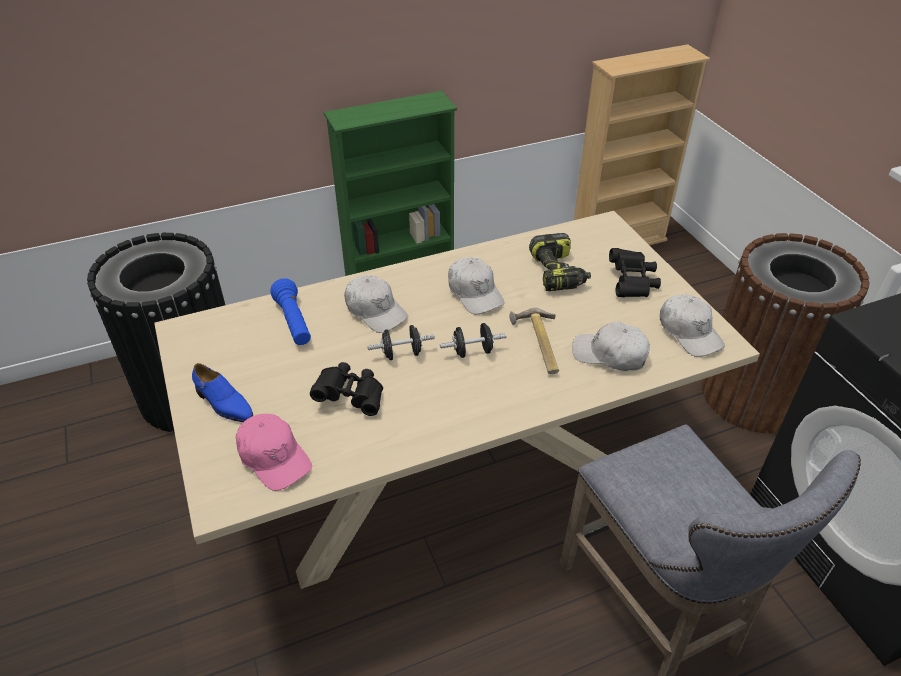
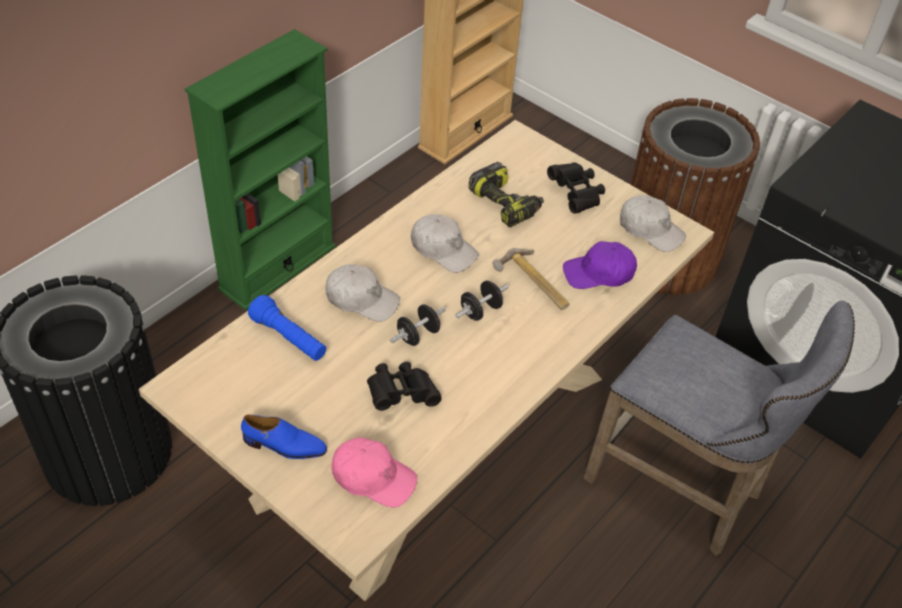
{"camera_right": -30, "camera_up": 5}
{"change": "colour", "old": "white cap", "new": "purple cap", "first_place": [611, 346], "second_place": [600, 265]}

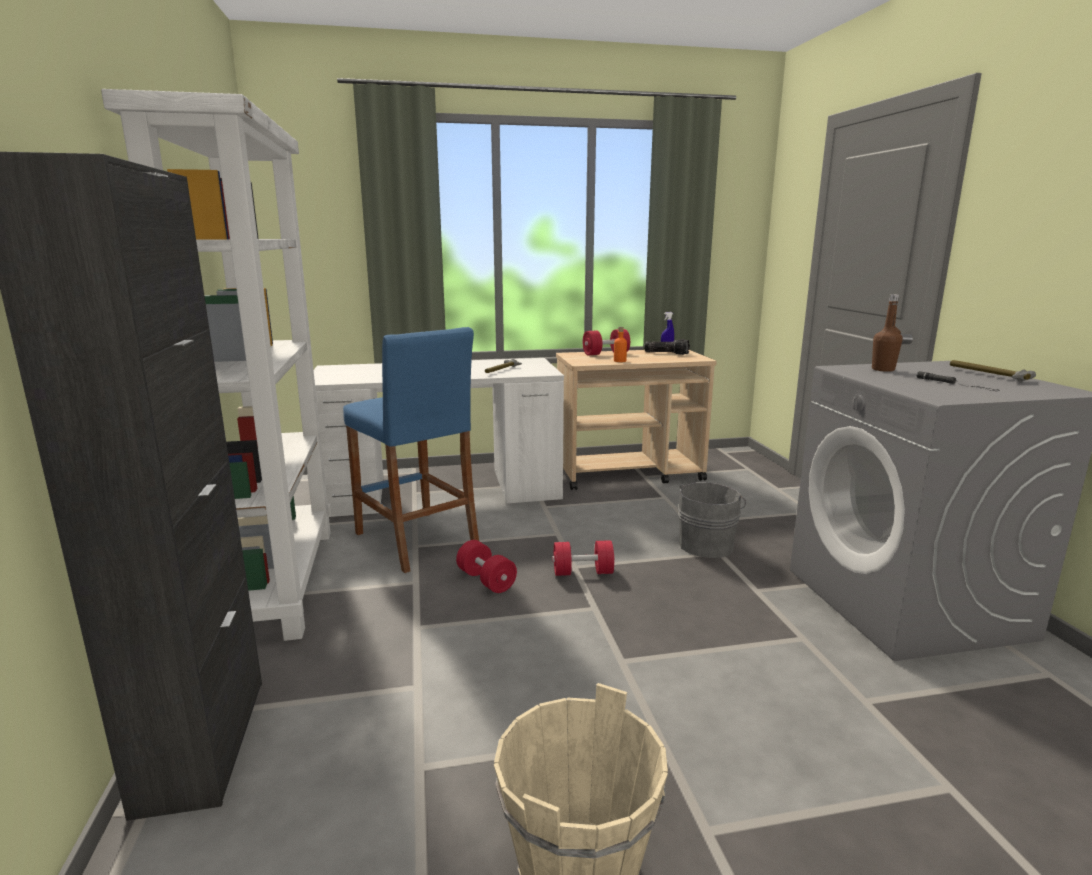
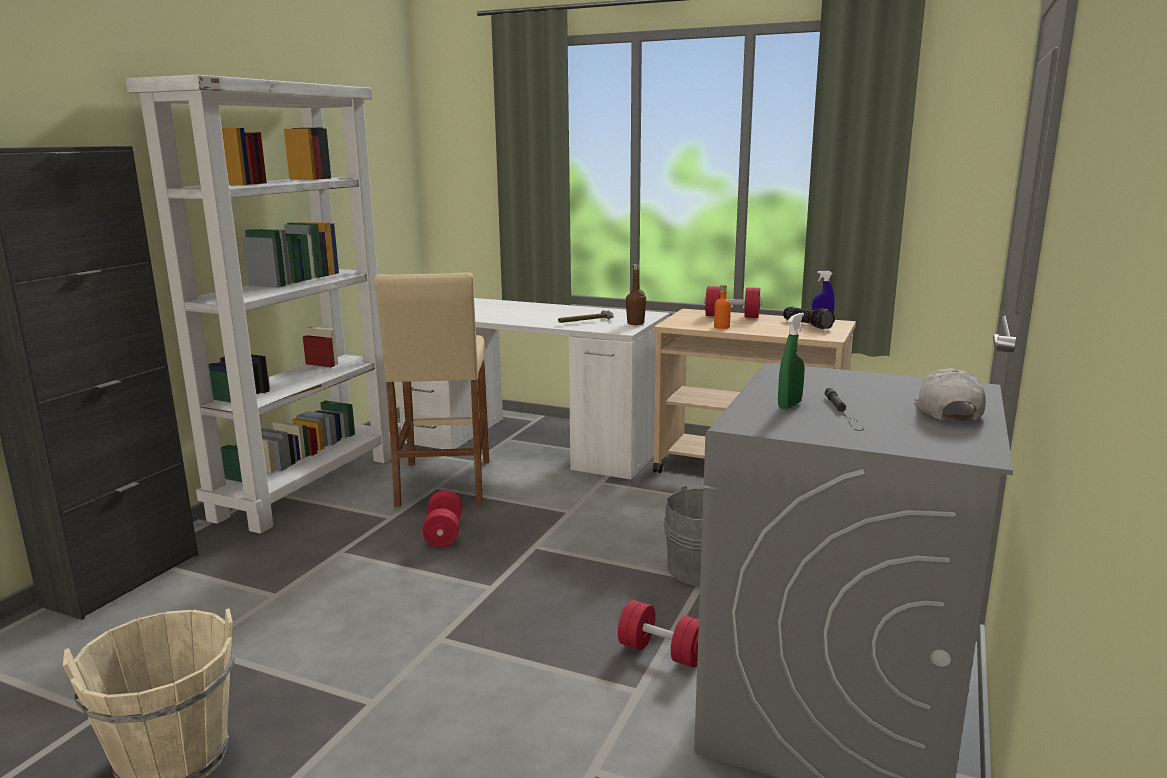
{"camera_right": 35, "camera_up": 0}
{"change": "relocated", "old": "brown-coloured beverage bottle", "first_place": [887, 333], "second_place": [636, 294]}
{"change": "colour", "old": "blue-coloured sitting stool", "new": "beige sitting stool", "first_place": [411, 450], "second_place": [431, 390]}
{"change": "exchanged", "old": "hammer", "new": "white cap", "first_place": [993, 371], "second_place": [950, 394]}
{"change": "relocated", "old": "red-coloured hand weight", "first_place": [583, 558], "second_place": [658, 634]}
{"change": "appeared", "new": "green-coloured spray bottle", "second_place": [791, 361]}

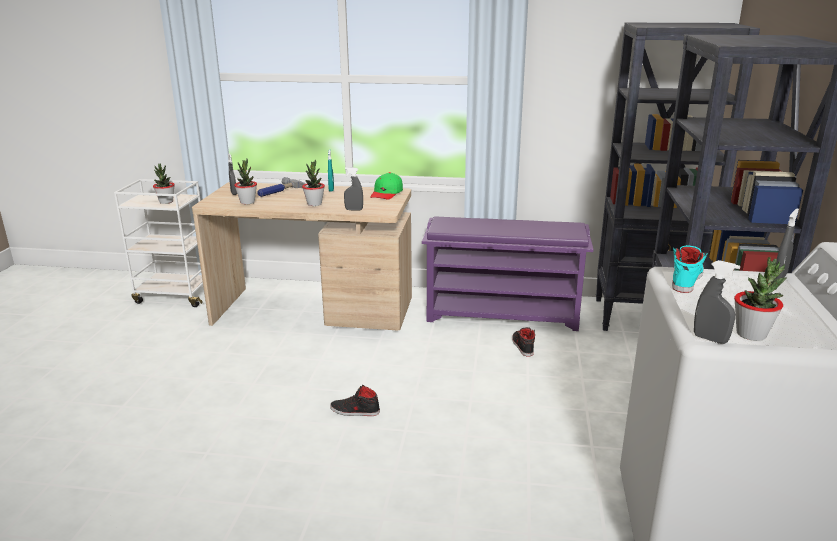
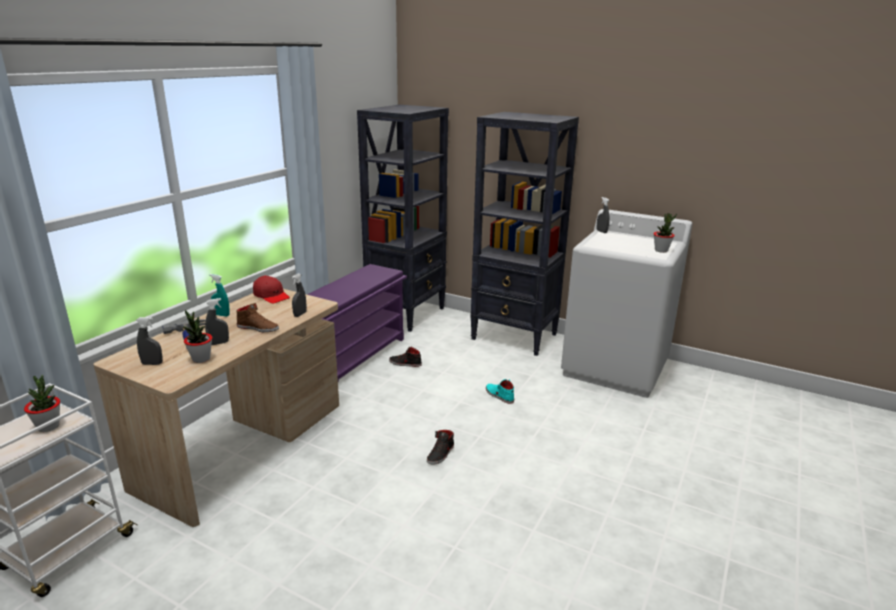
{"camera_right": -70, "camera_up": 0}
{"change": "exchanged", "old": "potted plant", "new": "brown-coloured item of footwear", "first_place": [313, 182], "second_place": [258, 317]}
{"change": "colour", "old": "green-coloured cap", "new": "red-coloured cap", "first_place": [386, 186], "second_place": [271, 290]}
{"change": "relocated", "old": "blue-green item of footwear", "first_place": [690, 269], "second_place": [500, 391]}
{"change": "relocated", "old": "gray spray bottle", "first_place": [717, 302], "second_place": [217, 321]}

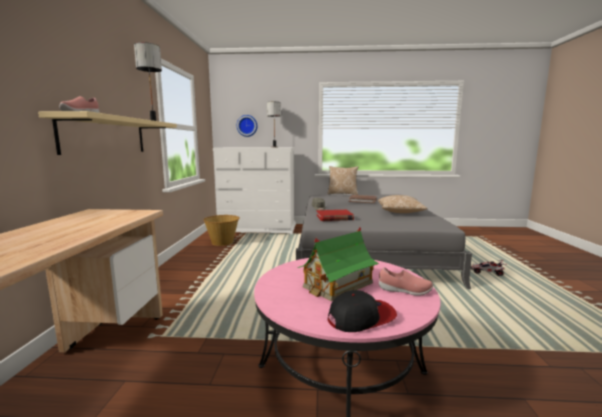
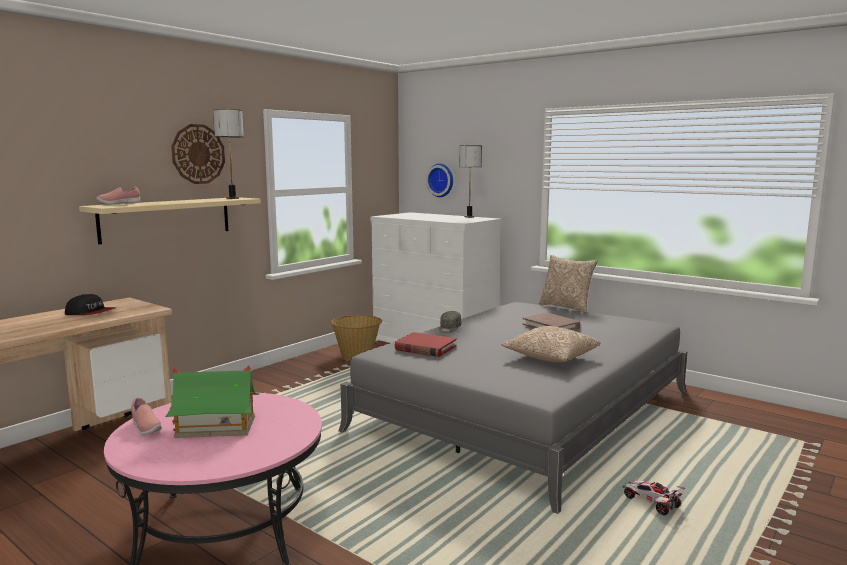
{"camera_right": 35, "camera_up": 0}
{"change": "relocated", "old": "pink item of footwear", "first_place": [406, 281], "second_place": [146, 416]}
{"change": "relocated", "old": "cap", "first_place": [362, 311], "second_place": [90, 304]}
{"change": "appeared", "new": "clock on the wall", "second_place": [198, 154]}

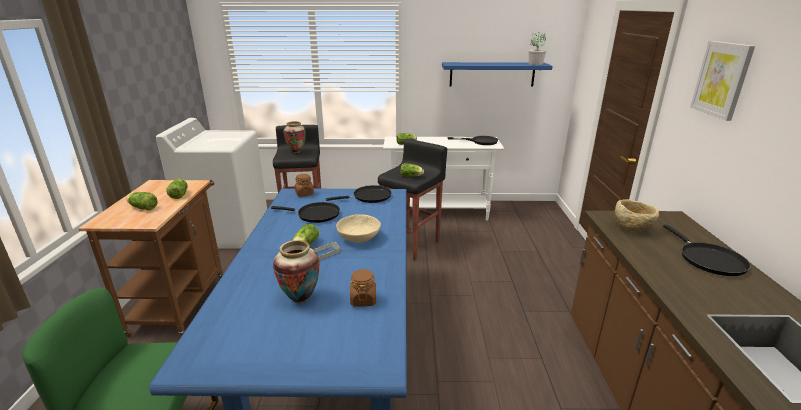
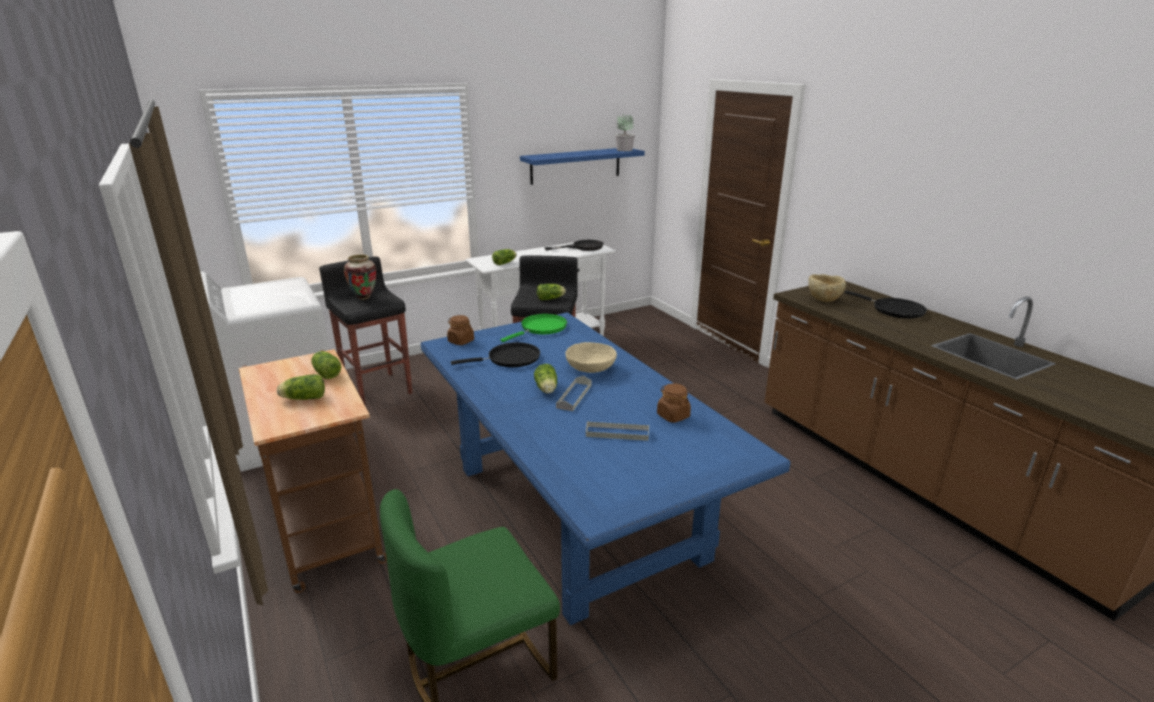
{"camera_right": -30, "camera_up": 0}
{"change": "missing", "old": "wall picture", "first_place": [722, 81]}
{"change": "colour", "old": "black-coloured skillet", "new": "green-coloured skillet", "first_place": [359, 194], "second_place": [534, 328]}
{"change": "exchanged", "old": "vase", "new": "gray tray", "first_place": [296, 272], "second_place": [617, 431]}

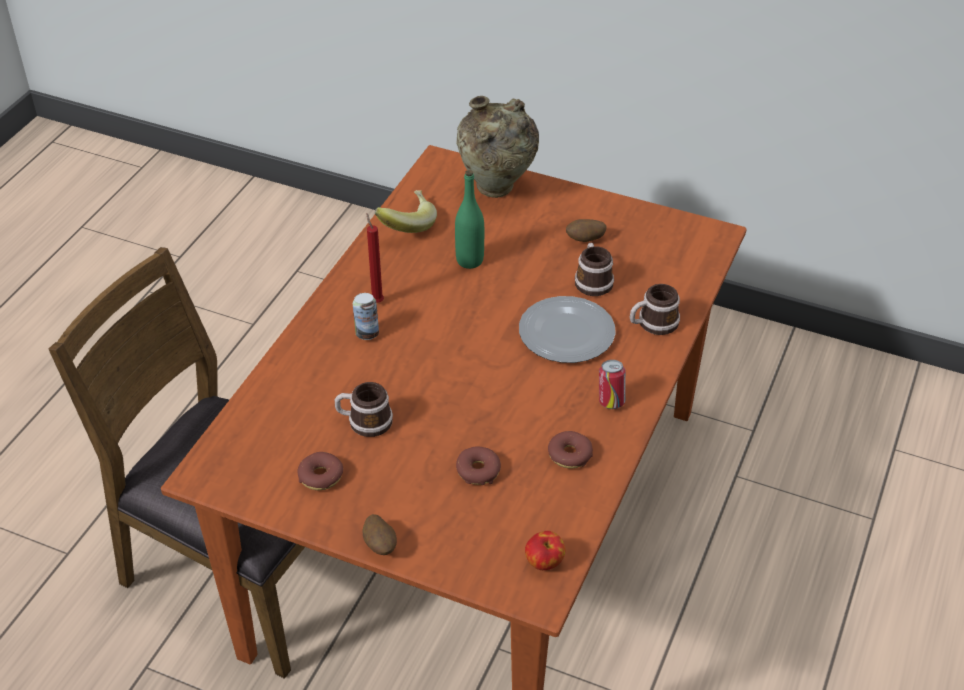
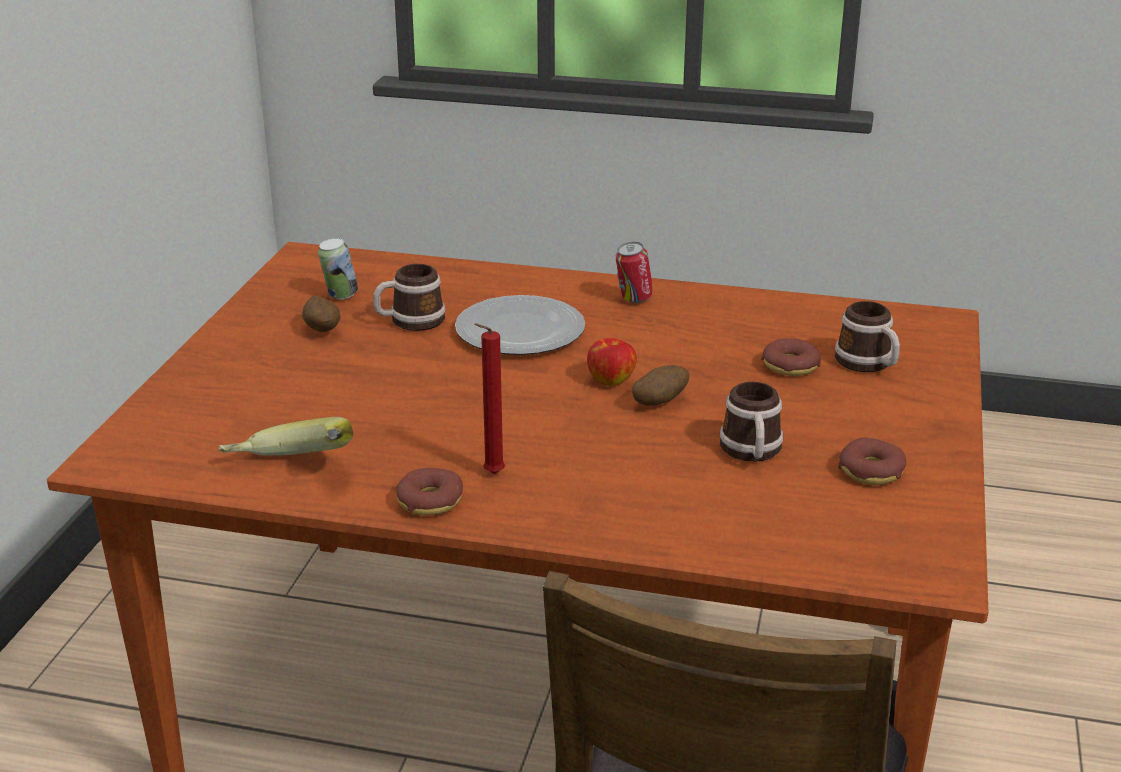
{"camera_right": -100, "camera_up": -15}
{"change": "missing", "old": "beige vase", "first_place": [497, 147]}
{"change": "missing", "old": "green-coloured beverage bottle", "first_place": [469, 219]}
{"change": "relocated", "old": "mug", "first_place": [655, 309], "second_place": [867, 336]}
{"change": "relocated", "old": "can", "first_place": [366, 316], "second_place": [338, 269]}
{"change": "relocated", "old": "doughnut", "first_place": [570, 450], "second_place": [429, 491]}
{"change": "relocated", "old": "potato", "first_place": [379, 534], "second_place": [660, 385]}
{"change": "relocated", "old": "apple", "first_place": [545, 550], "second_place": [612, 362]}

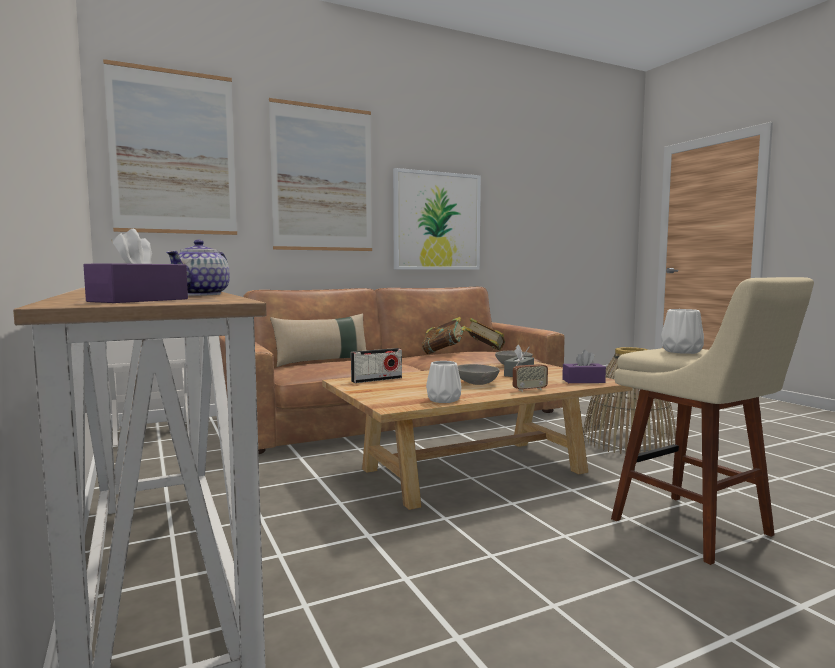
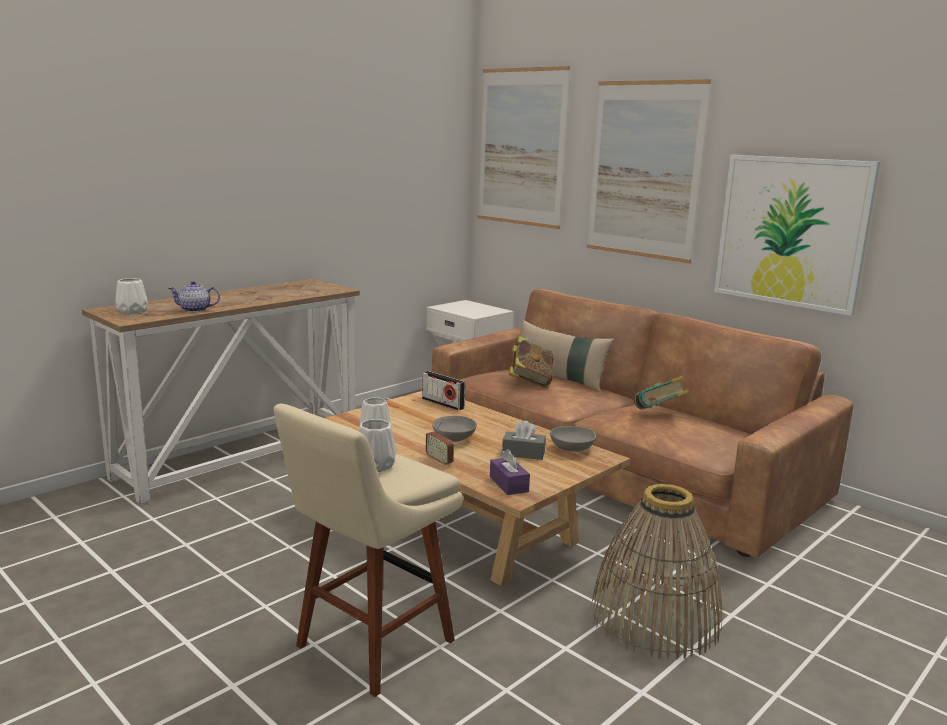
{"camera_right": 70, "camera_up": 10}
{"change": "exchanged", "old": "purple tissue box", "new": "white vase", "first_place": [136, 266], "second_place": [131, 296]}
{"change": "relocated", "old": "volume", "first_place": [485, 333], "second_place": [531, 361]}

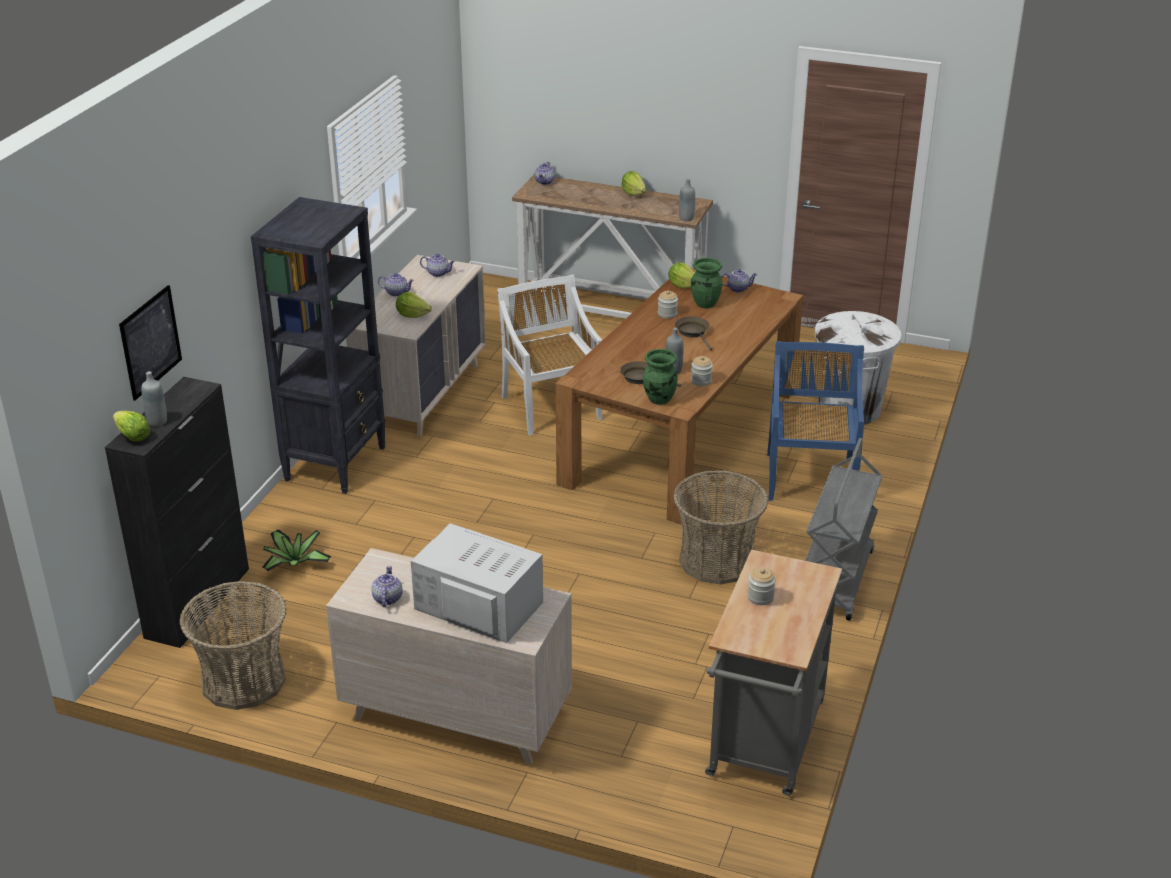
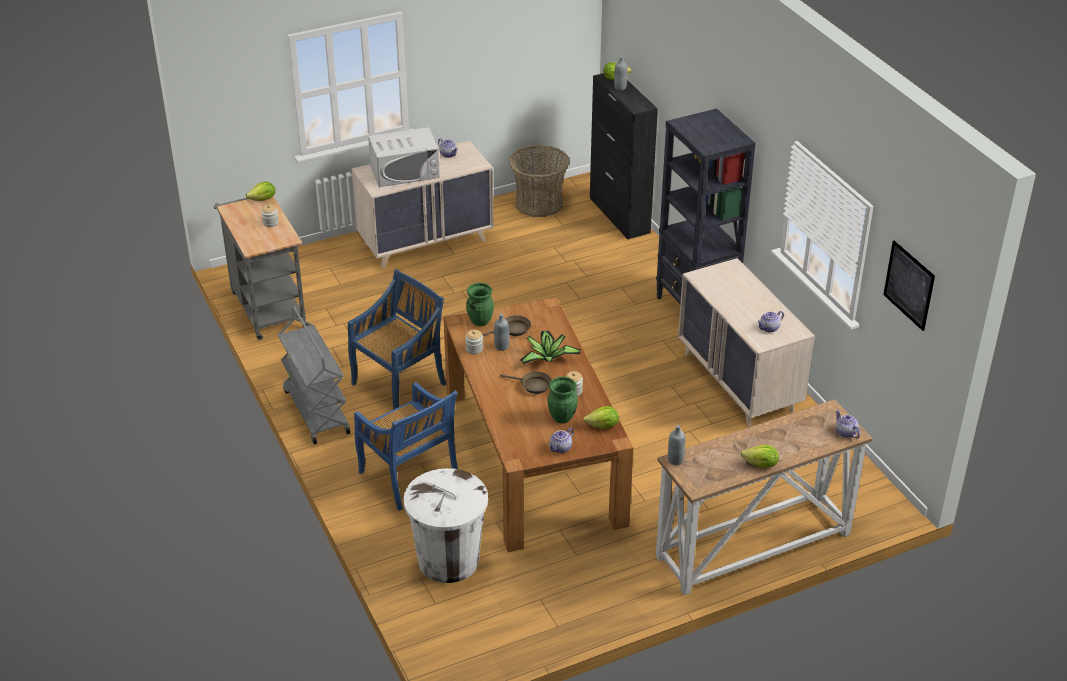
{"camera_right": 135, "camera_up": 5}
{"change": "missing", "old": "teapot", "first_place": [396, 285]}
{"change": "missing", "old": "white upright chair", "first_place": [549, 355]}
{"change": "relocated", "old": "wall picture", "first_place": [150, 343], "second_place": [909, 286]}
{"change": "relocated", "old": "lettuce head", "first_place": [414, 305], "second_place": [261, 191]}
{"change": "exchanged", "old": "basket", "new": "blue-coloured upright chair", "first_place": [721, 527], "second_place": [397, 339]}
{"change": "relocated", "old": "potted plant", "first_place": [297, 550], "second_place": [551, 347]}

